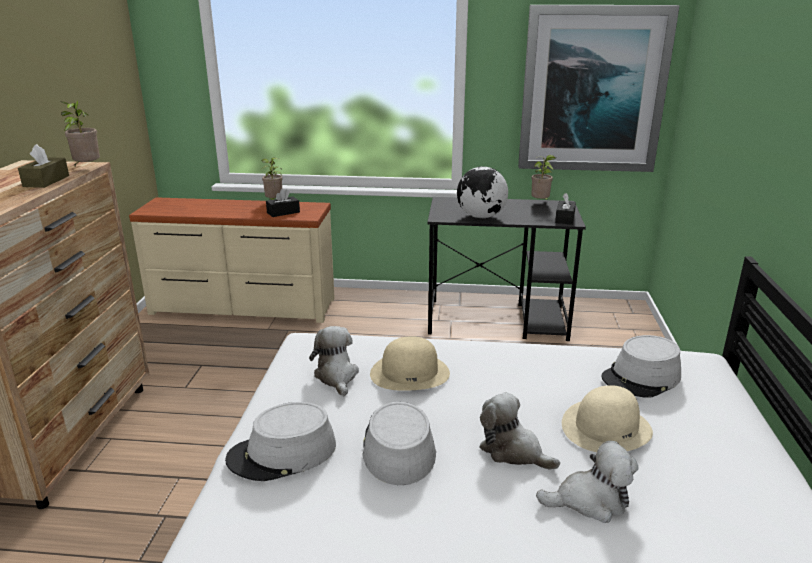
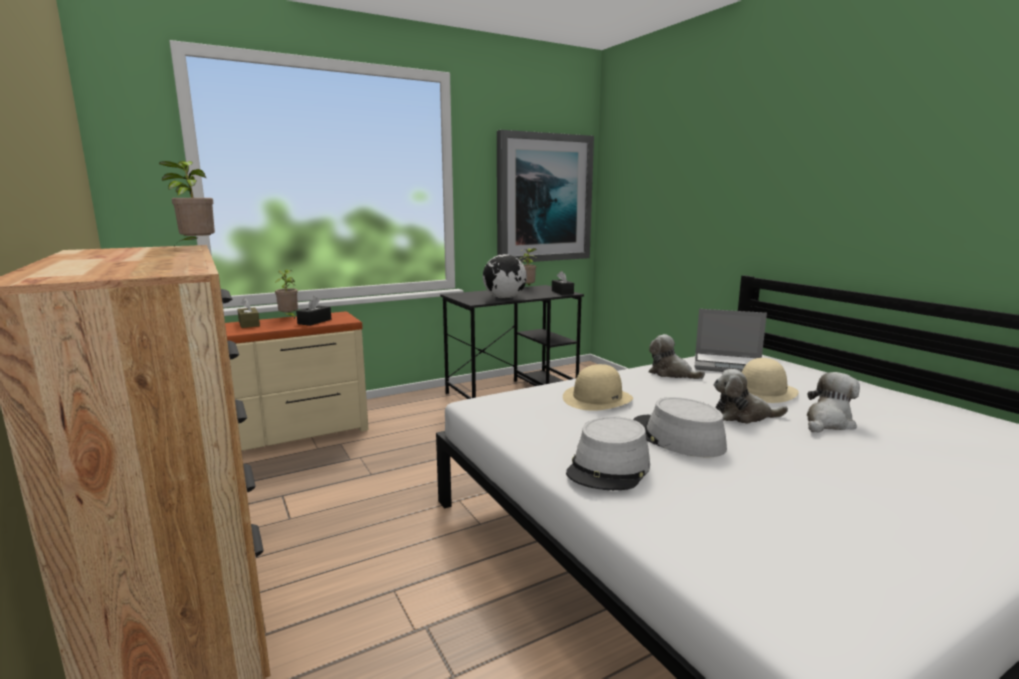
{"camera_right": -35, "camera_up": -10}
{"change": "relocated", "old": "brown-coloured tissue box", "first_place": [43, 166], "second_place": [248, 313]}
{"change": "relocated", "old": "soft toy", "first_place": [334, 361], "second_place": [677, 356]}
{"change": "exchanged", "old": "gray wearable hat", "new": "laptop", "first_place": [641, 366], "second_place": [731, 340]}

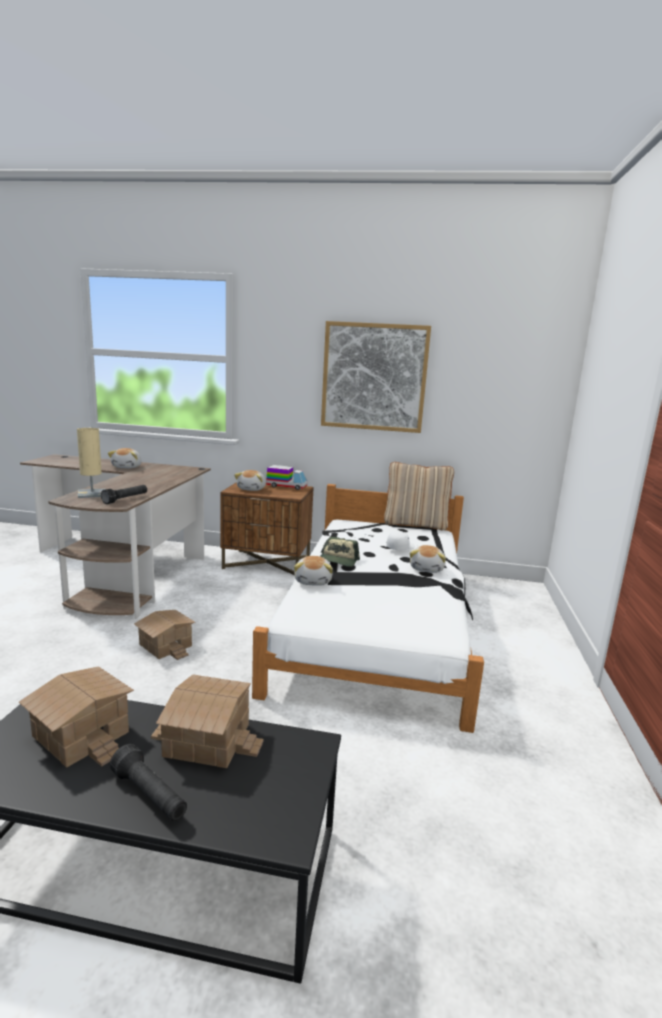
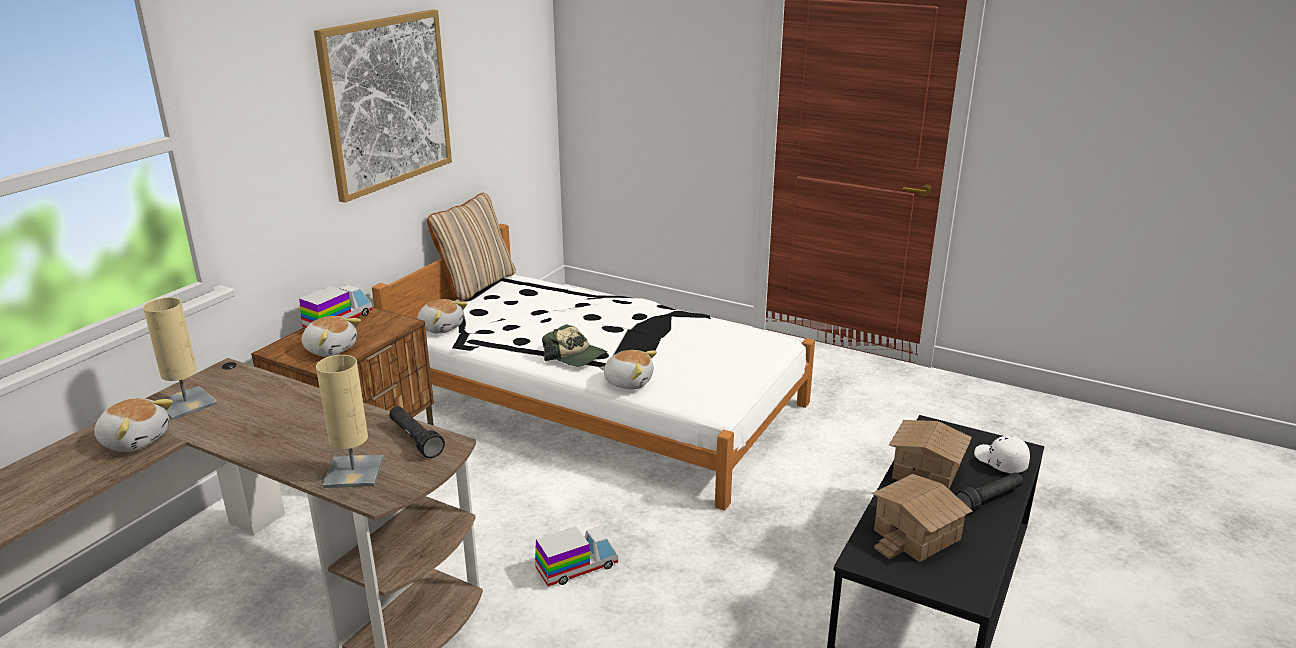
{"camera_right": -70, "camera_up": 10}
{"change": "relocated", "old": "white cap", "first_place": [401, 540], "second_place": [1002, 455]}
{"change": "relocated", "old": "soft toy", "first_place": [428, 559], "second_place": [442, 316]}
{"change": "exchanged", "old": "model house", "new": "toy lorry", "first_place": [164, 635], "second_place": [576, 556]}
{"change": "appeared", "new": "beige lamp for a table", "second_place": [180, 358]}

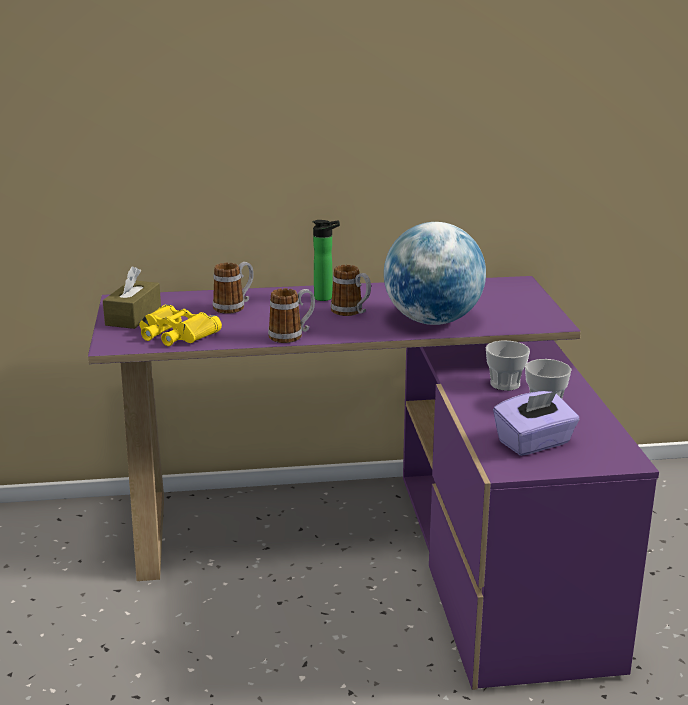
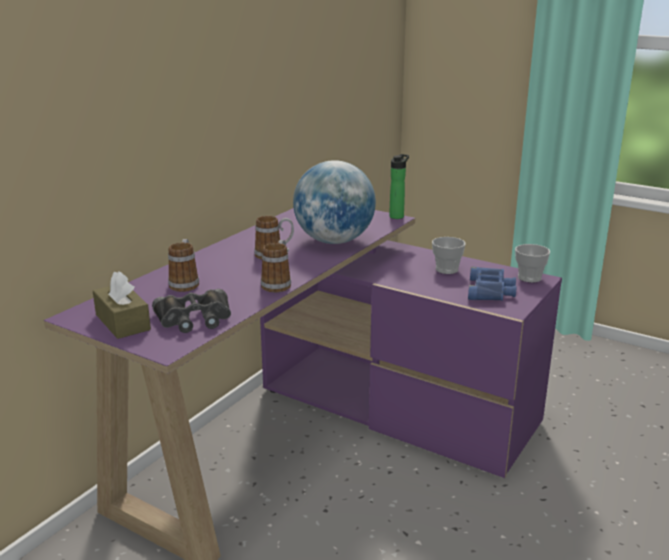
{"camera_right": -50, "camera_up": 0}
{"change": "relocated", "old": "beverage bottle", "first_place": [326, 260], "second_place": [399, 186]}
{"change": "colour", "old": "yellowish field glasses", "new": "black-coloured field glasses", "first_place": [181, 325], "second_place": [191, 311]}
{"change": "relocated", "old": "small cup", "first_place": [508, 366], "second_place": [532, 263]}
{"change": "exchanged", "old": "purple tissue box", "new": "blue-coloured field glasses", "first_place": [536, 423], "second_place": [492, 283]}

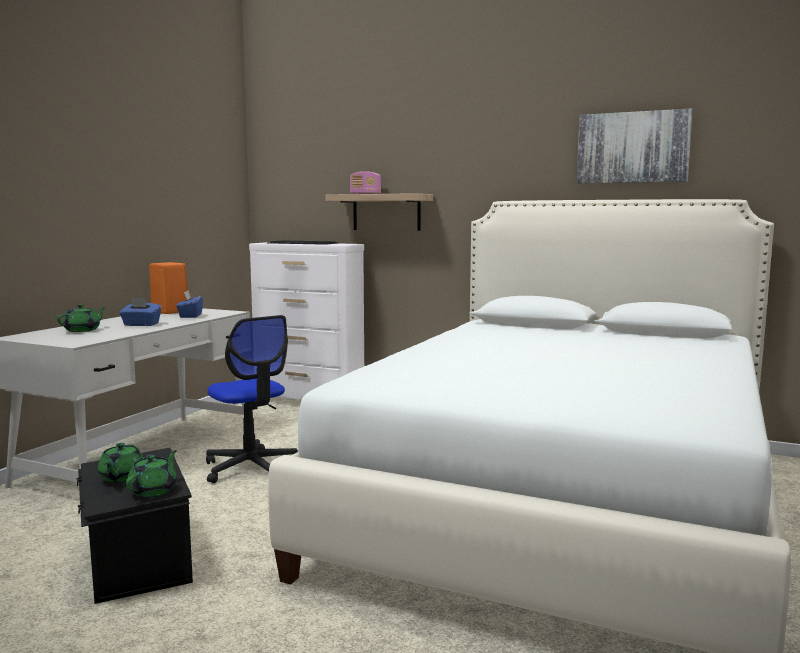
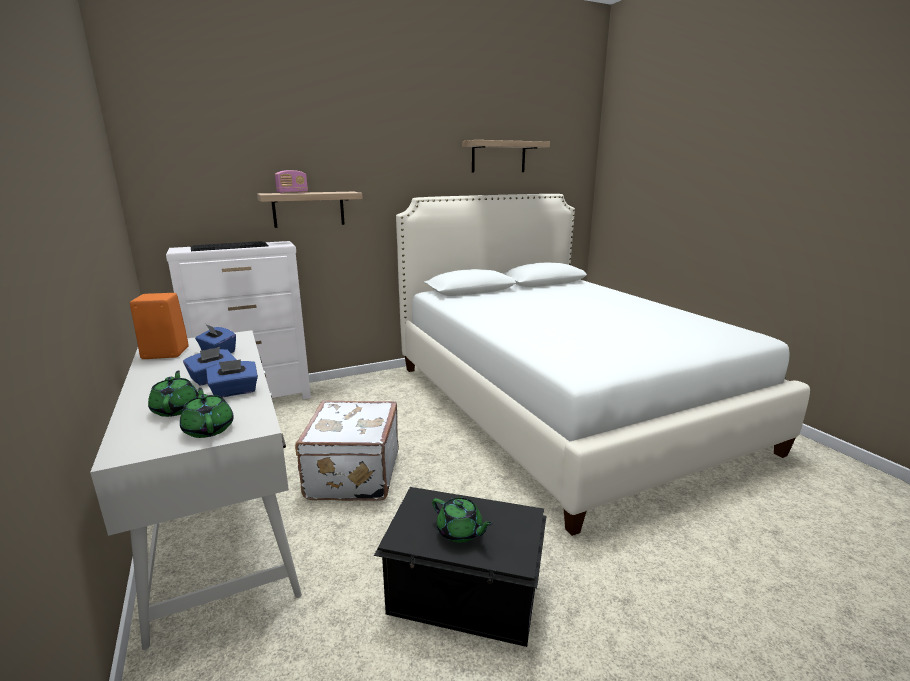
{"camera_right": -50, "camera_up": 10}
{"change": "exchanged", "old": "wall picture", "new": "bracket shelf", "first_place": [634, 146], "second_place": [506, 156]}
{"change": "exchanged", "old": "office chair", "new": "white travel case", "first_place": [252, 399], "second_place": [347, 450]}
{"change": "relocated", "old": "green-coloured teapot", "first_place": [151, 473], "second_place": [207, 413]}
{"change": "appeared", "new": "blue-coloured tissue box", "second_place": [232, 378]}

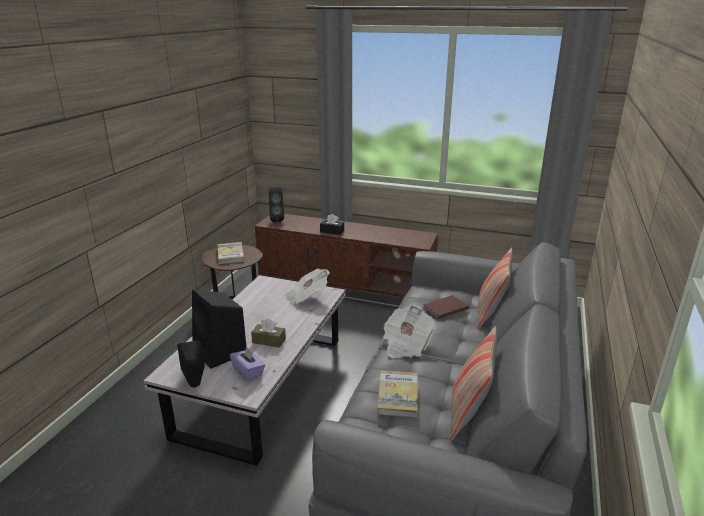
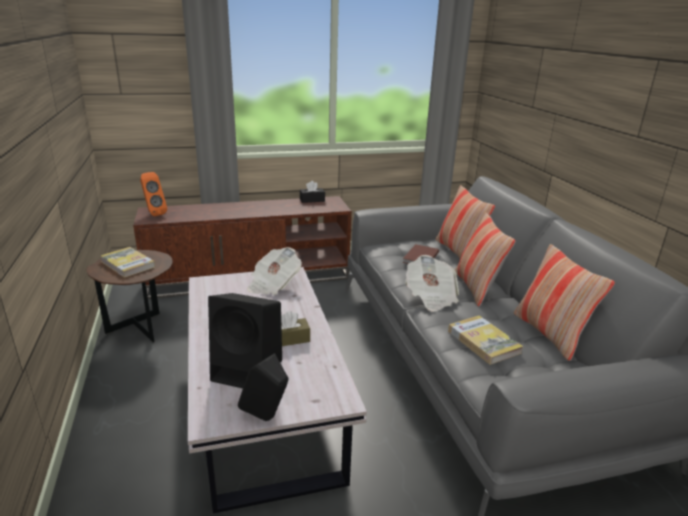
{"camera_right": -35, "camera_up": 0}
{"change": "colour", "old": "black-coloured loudspeaker", "new": "orange loudspeaker", "first_place": [276, 204], "second_place": [153, 194]}
{"change": "relocated", "old": "black-coloured tissue box", "first_place": [332, 224], "second_place": [312, 192]}
{"change": "missing", "old": "purple tissue box", "first_place": [247, 364]}
{"change": "appeared", "new": "cushion", "second_place": [485, 259]}

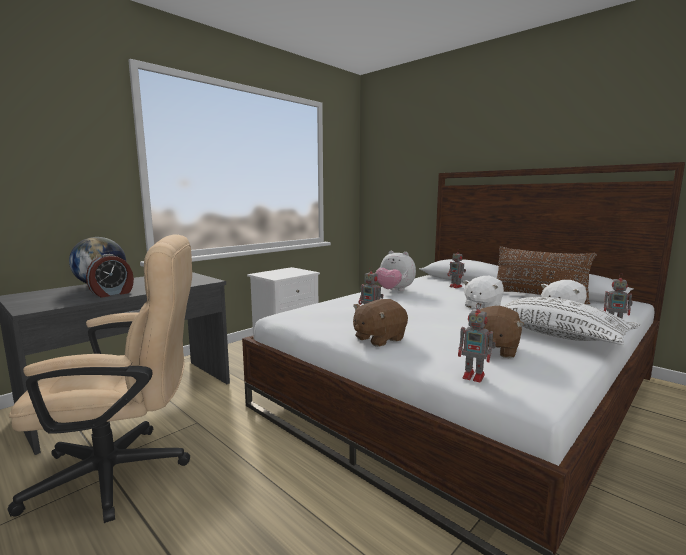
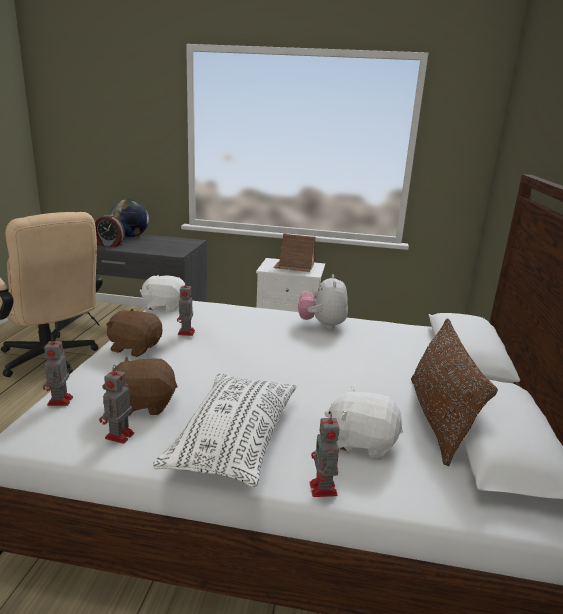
{"camera_right": 55, "camera_up": 10}
{"change": "relocated", "old": "robot figure", "first_place": [457, 268], "second_place": [116, 404]}
{"change": "relocated", "old": "white soft toy", "first_place": [483, 292], "second_place": [162, 293]}
{"change": "appeared", "new": "model house", "second_place": [294, 252]}

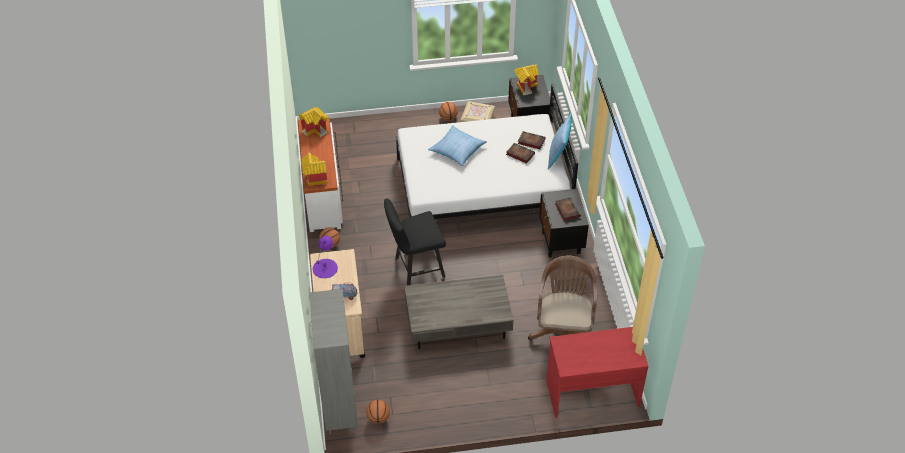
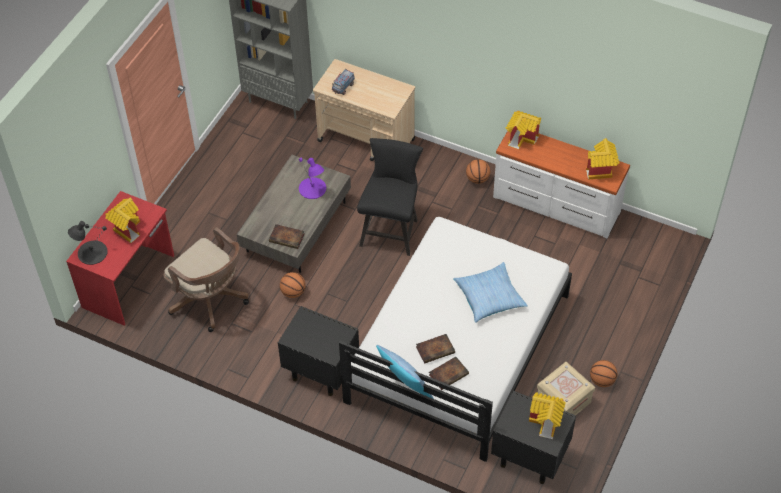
{"camera_right": 125, "camera_up": 5}
{"change": "relocated", "old": "volume", "first_place": [567, 209], "second_place": [286, 236]}
{"change": "relocated", "old": "purple lamp for a table", "first_place": [325, 257], "second_place": [312, 178]}
{"change": "relocated", "old": "ball for basketball", "first_place": [378, 412], "second_place": [293, 285]}
{"change": "appeared", "new": "model house", "second_place": [122, 220]}
{"change": "appeared", "new": "black-coloured lamp for a table", "second_place": [88, 243]}

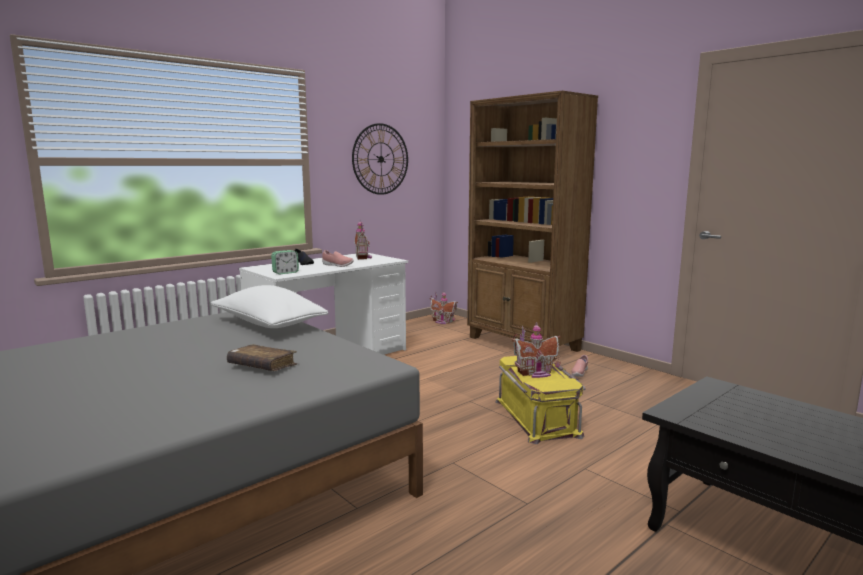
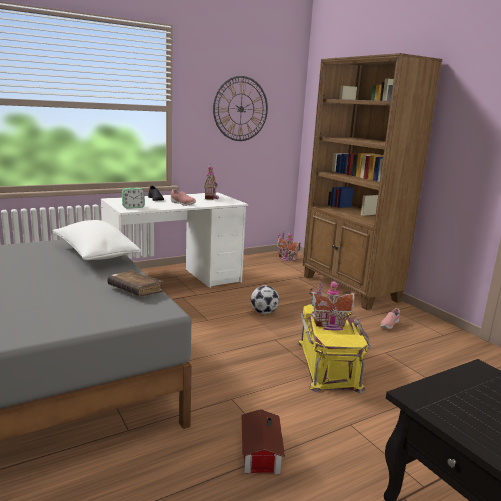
{"camera_right": 10, "camera_up": 5}
{"change": "relocated", "old": "brown-coloured volume", "first_place": [262, 357], "second_place": [135, 283]}
{"change": "appeared", "new": "ball for football", "second_place": [265, 299]}
{"change": "appeared", "new": "model house", "second_place": [263, 441]}

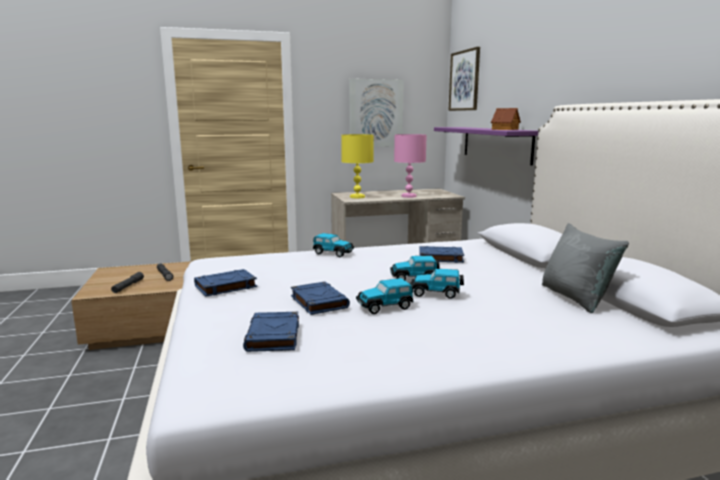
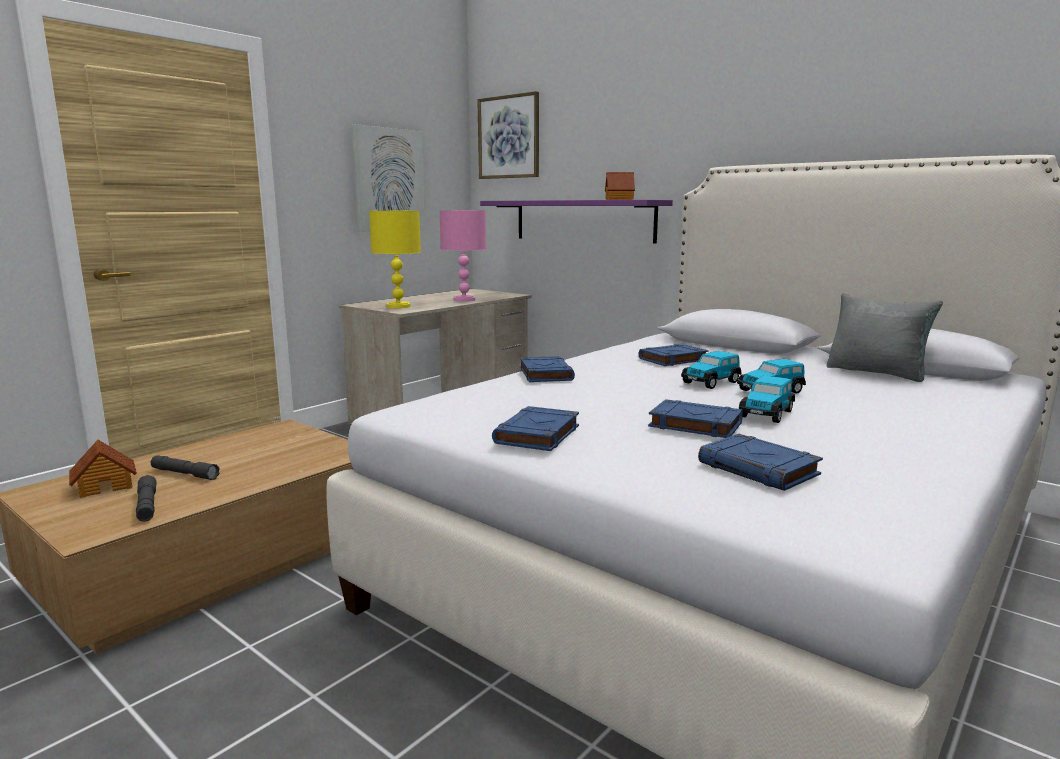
{"camera_right": -35, "camera_up": 0}
{"change": "exchanged", "old": "toy car", "new": "blue-coloured volume", "first_place": [333, 245], "second_place": [547, 369]}
{"change": "appeared", "new": "model house", "second_place": [103, 468]}

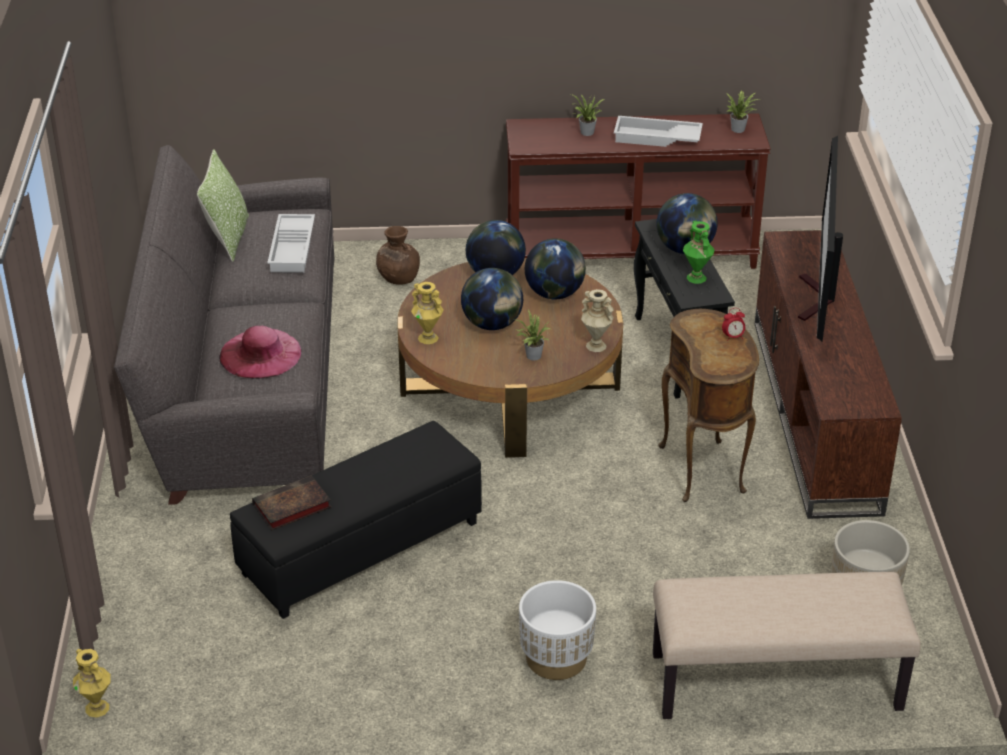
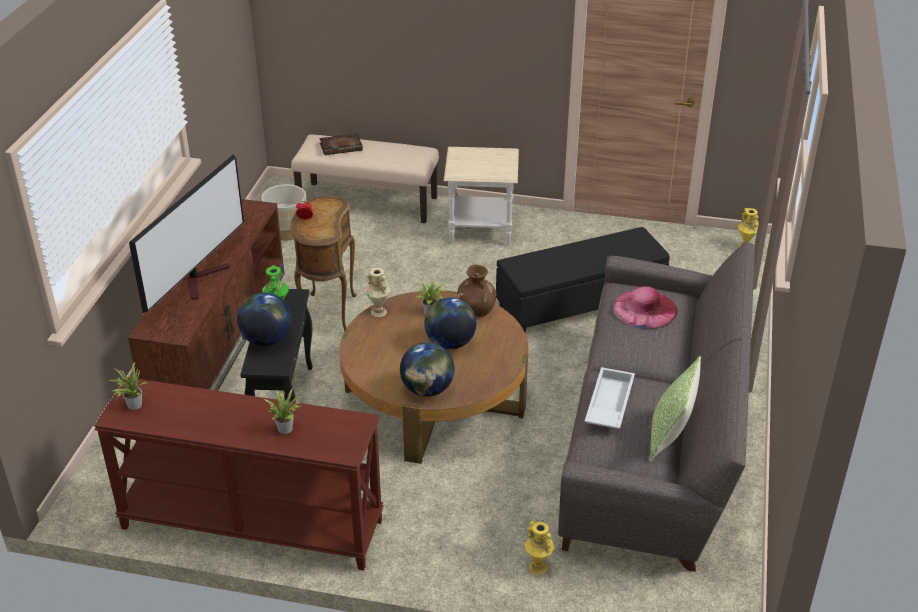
{"camera_right": -165, "camera_up": 0}
{"change": "missing", "old": "white tray", "first_place": [658, 131]}
{"change": "relocated", "old": "brown-coloured vase", "first_place": [398, 255], "second_place": [476, 290]}
{"change": "missing", "old": "world globe", "first_place": [555, 268]}
{"change": "relocated", "old": "yellowish vase", "first_place": [427, 313], "second_place": [539, 548]}
{"change": "relocated", "old": "volume", "first_place": [291, 503], "second_place": [341, 144]}
{"change": "exchanged", "old": "white planter", "new": "beige end table", "first_place": [557, 630], "second_place": [481, 196]}

